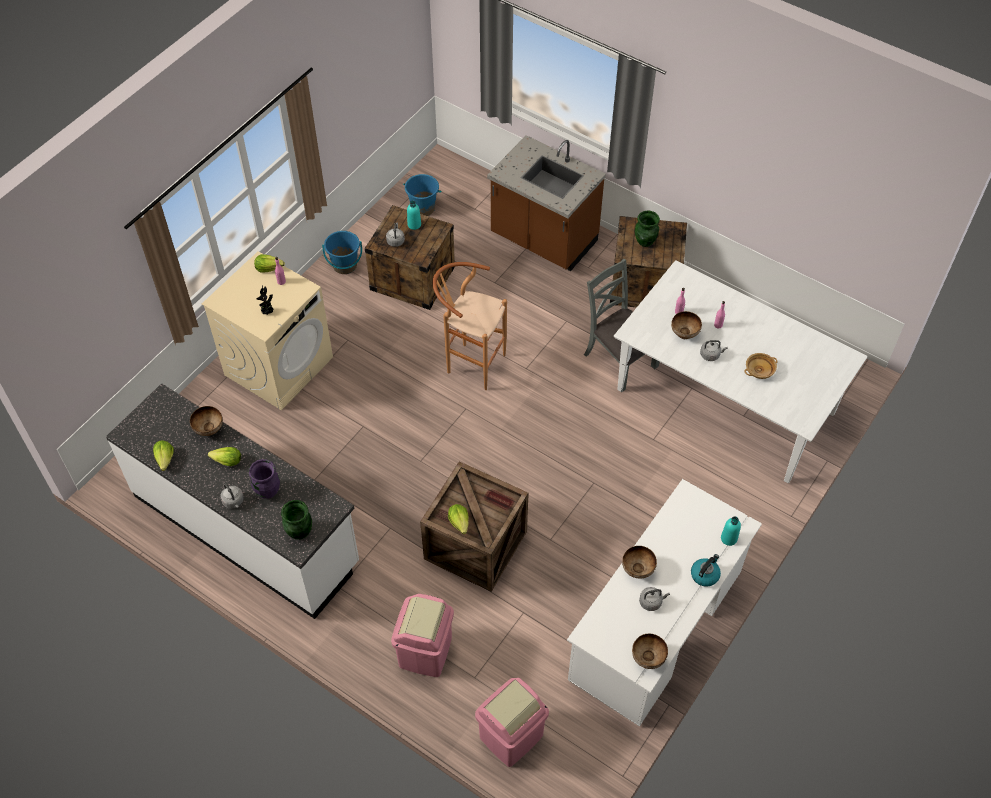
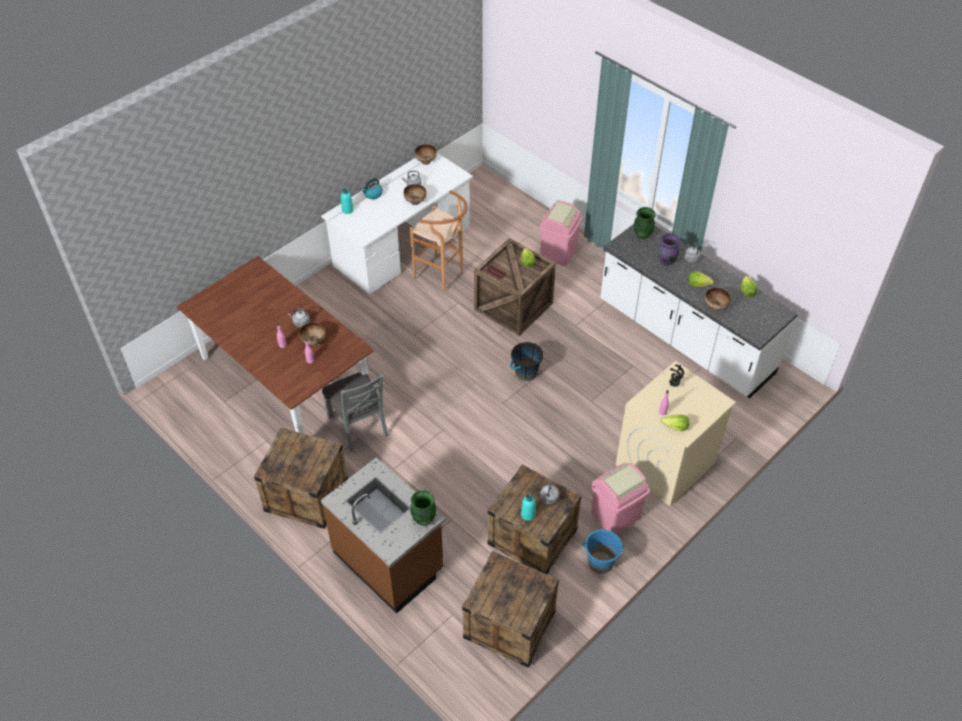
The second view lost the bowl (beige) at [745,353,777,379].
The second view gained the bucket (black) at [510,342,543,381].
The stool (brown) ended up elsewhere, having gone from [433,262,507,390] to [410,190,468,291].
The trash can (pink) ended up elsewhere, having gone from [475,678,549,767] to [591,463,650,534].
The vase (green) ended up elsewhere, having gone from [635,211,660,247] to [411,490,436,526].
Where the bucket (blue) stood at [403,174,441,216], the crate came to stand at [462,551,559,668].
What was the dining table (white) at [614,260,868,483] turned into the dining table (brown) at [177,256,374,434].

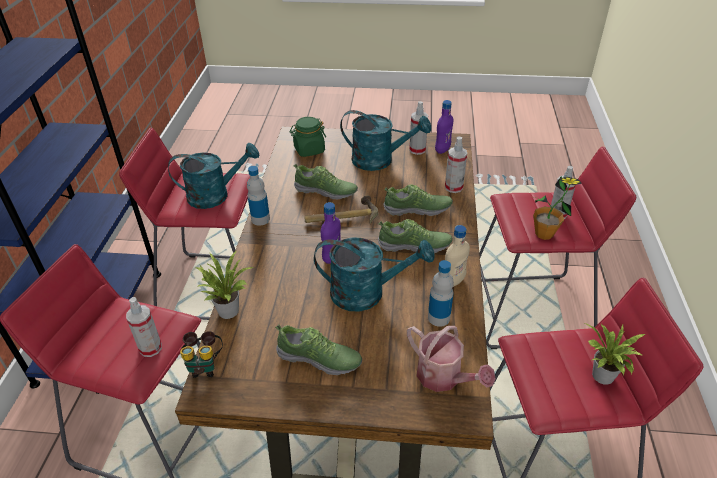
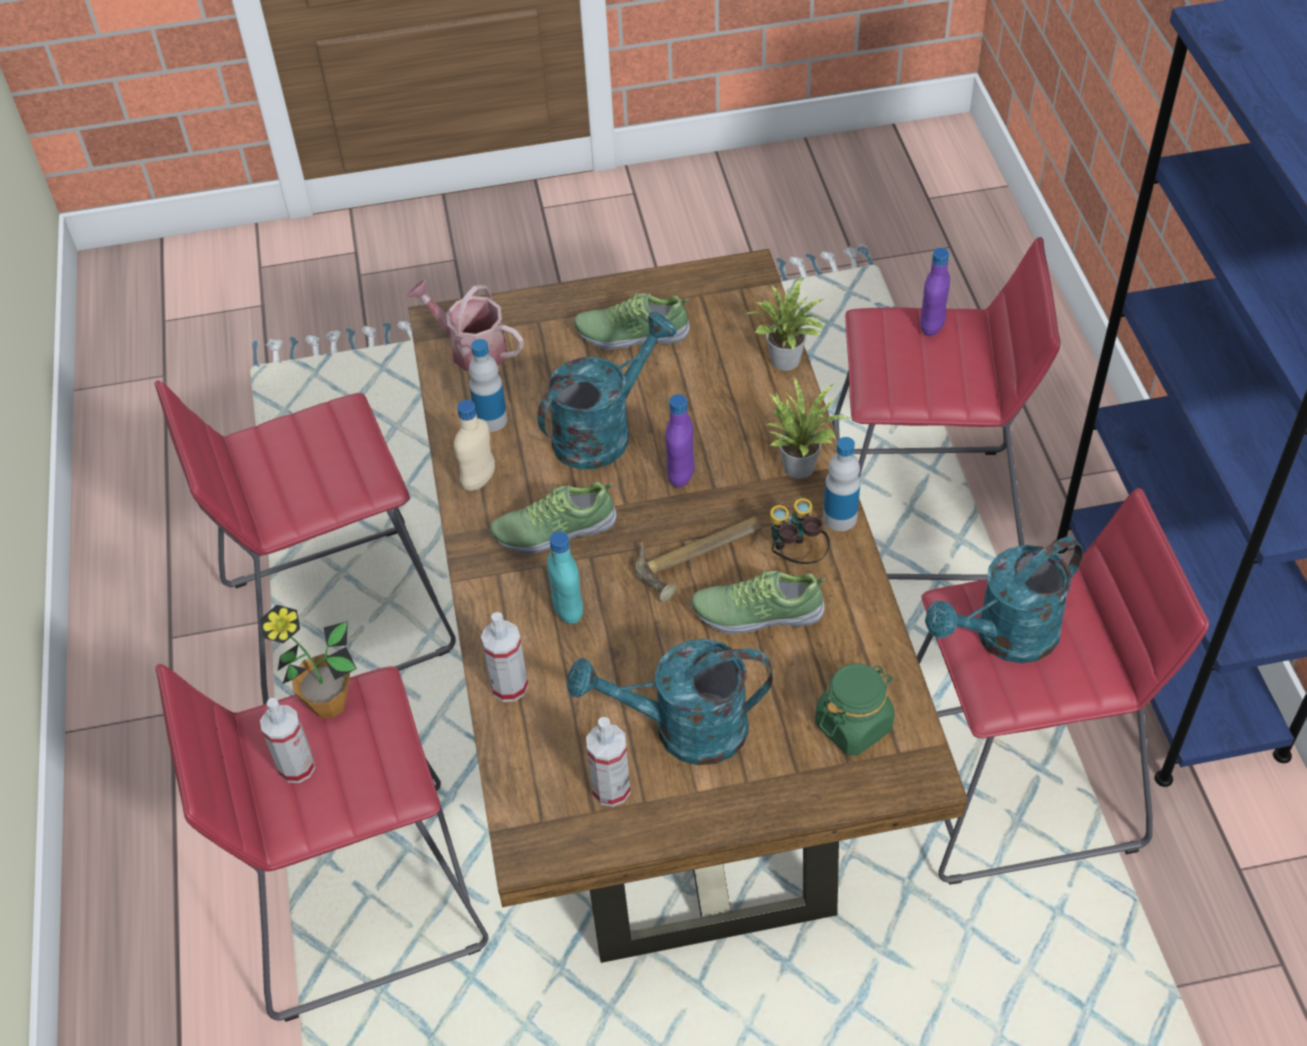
The second view lost the spray bottle at [126,297,162,357].
The binoculars ended up elsewhere, having gone from [180,331,223,378] to [770,498,830,564].
The bottle (purple) ended up elsewhere, having gone from [435,100,453,154] to [920,248,950,336].
The potted plant ended up elsewhere, having gone from [585,323,645,385] to [766,377,850,479].
Where the shoe stood at [383,184,453,216], the bottle (turquoise) came to stand at [547,531,583,624].
The watering can (turquoise) at [314,237,435,312] ended up facing another way, 150 degrees clockwise from before.

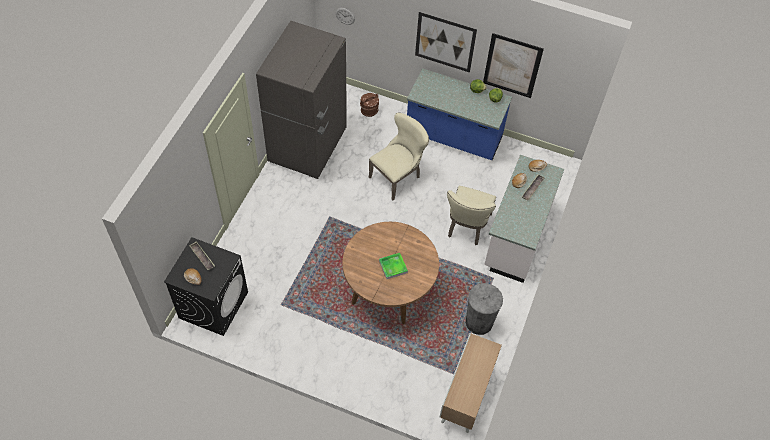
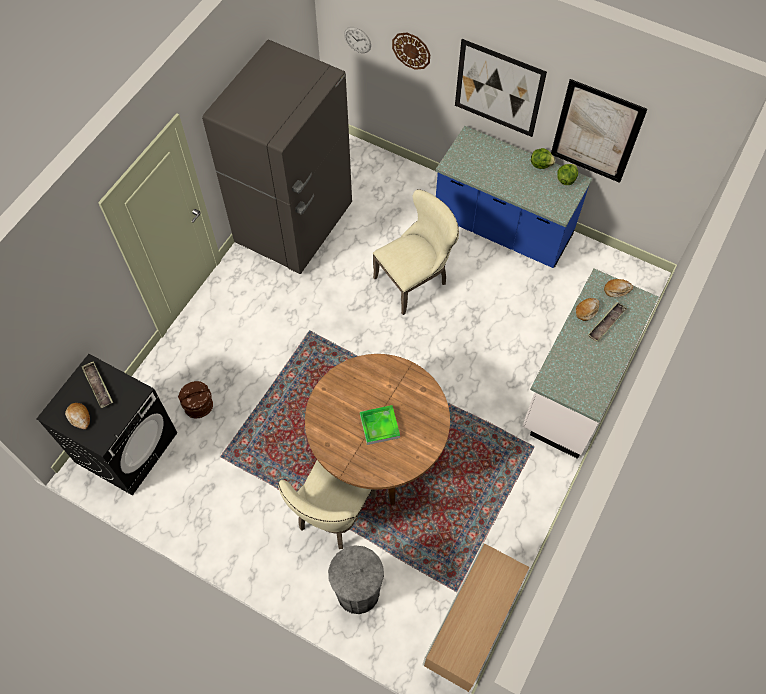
The second view gained the wall clock at [392,32,430,70].
The bucket (brown) ended up elsewhere, having gone from [360,93,379,117] to [178,381,213,418].
The chair (beige) ended up elsewhere, having gone from [447,186,496,245] to [278,460,377,549].
The trash can (grey) ended up elsewhere, having gone from [465,283,503,335] to [328,545,384,614].

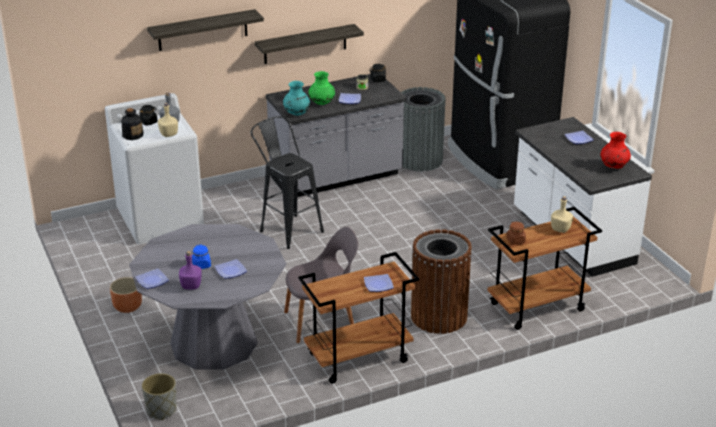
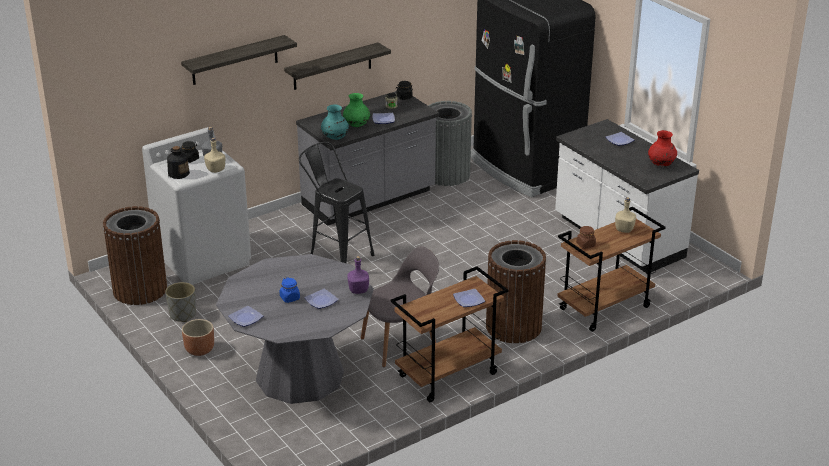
The second view gained the trash can (brown) at [103,206,167,305].
The planter (grey) ended up elsewhere, having gone from [142,373,176,420] to [165,282,196,322].
The bottle (purple) ended up elsewhere, having gone from [179,251,202,290] to [347,256,369,294].

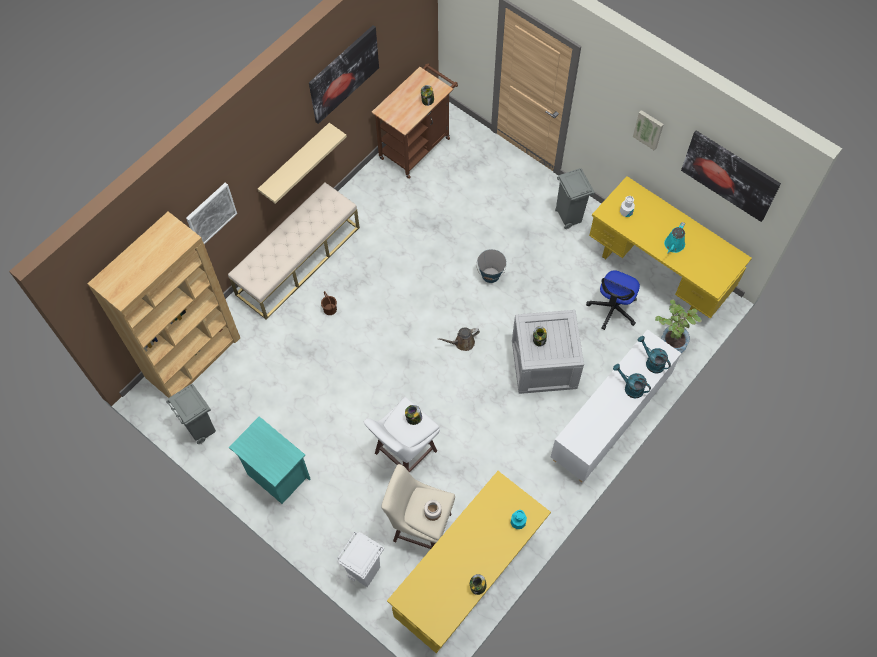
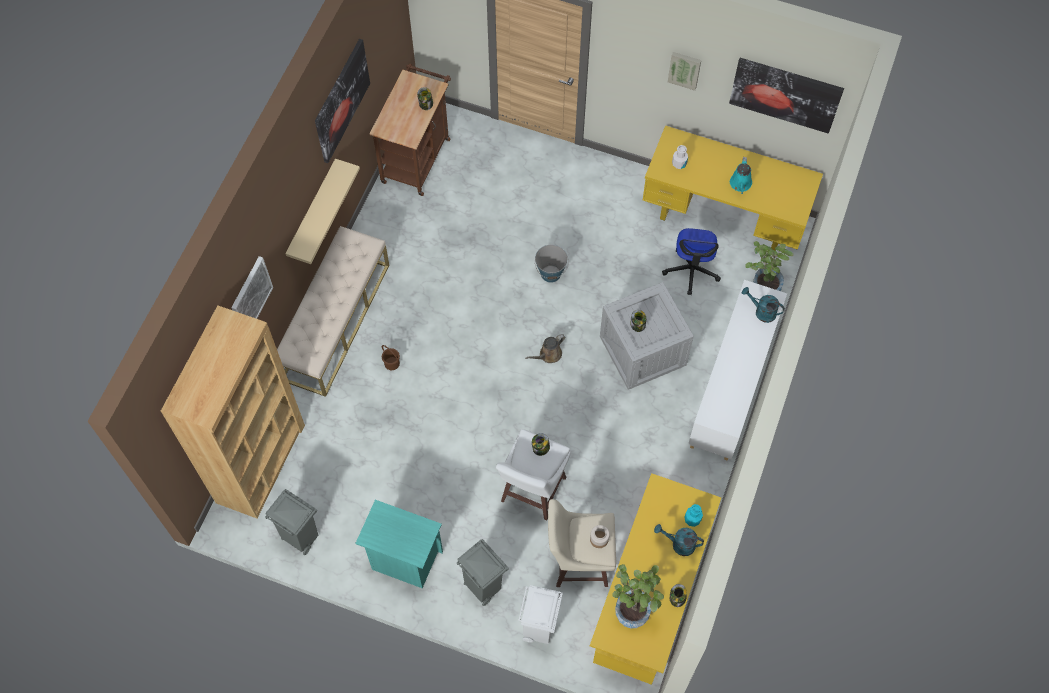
The second view gained the potted plant at [613,564,664,628].
The trash can (grey) ended up elsewhere, having gone from [555,168,595,229] to [456,539,509,606].
The watering can (turquoise) ended up elsewhere, having gone from [613,364,651,398] to [654,524,704,556].

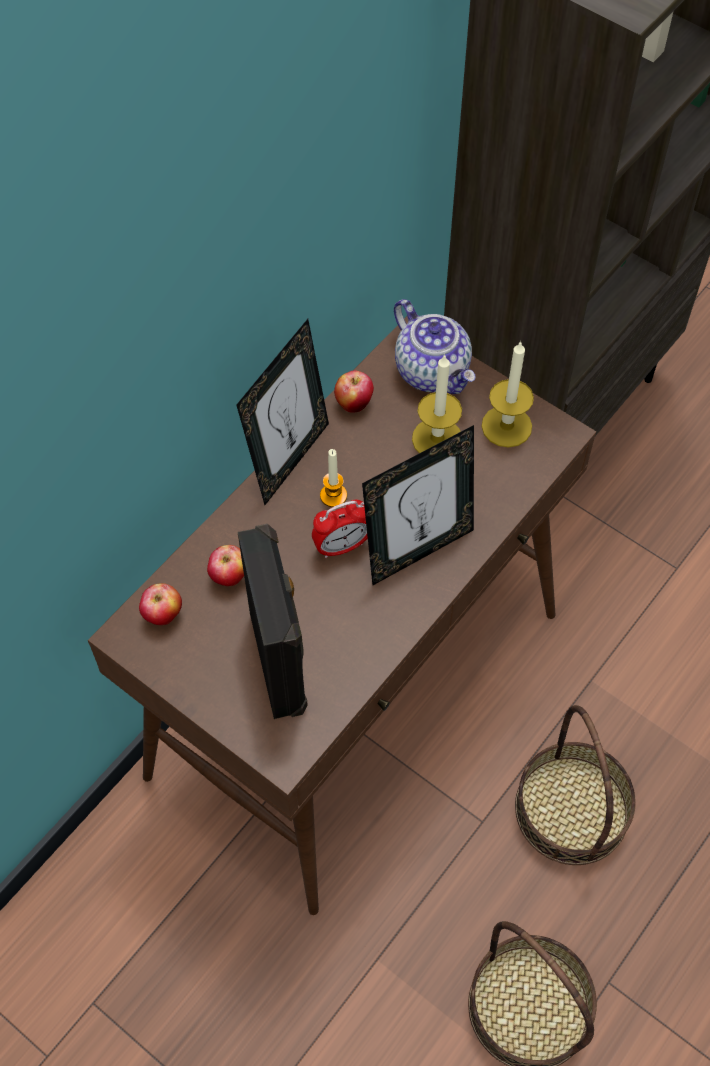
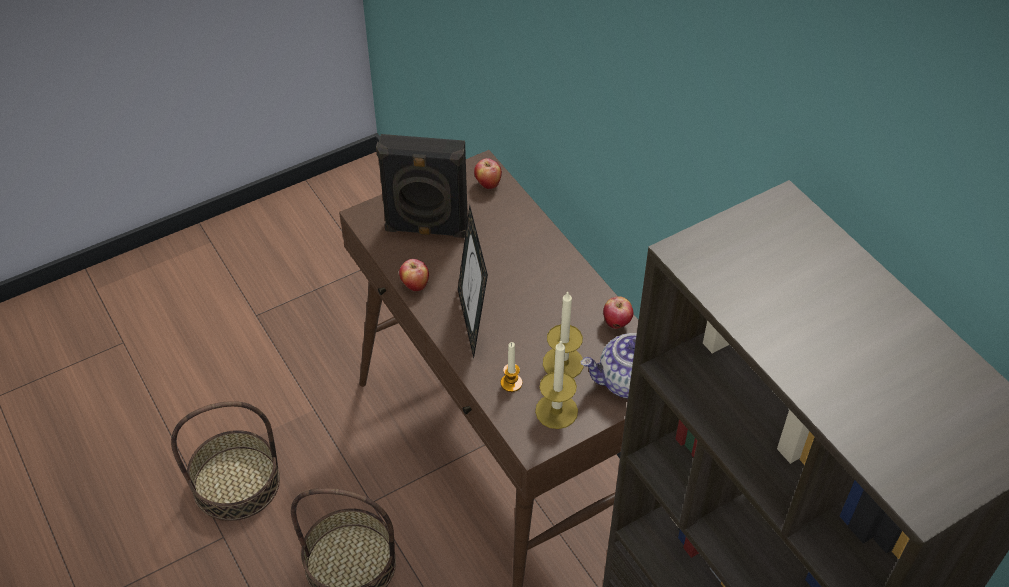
The second view lost the picture frame at [236,319,329,505].
The second view lost the alarm clock at [312,500,368,558].
The apple ended up elsewhere, having gone from [207,545,244,586] to [399,259,429,291].
The candle ended up elsewhere, having gone from [320,449,347,507] to [501,342,522,392].

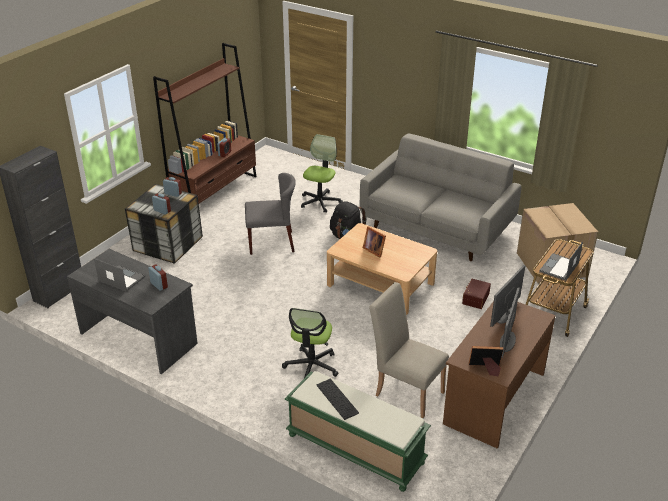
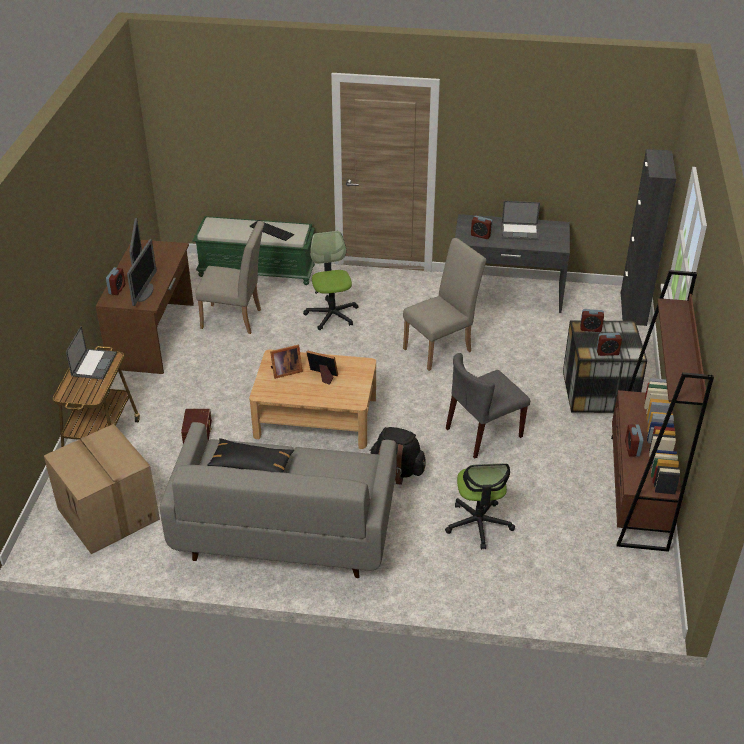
The second view gained the alarm clock at [106,267,125,295].
The second view gained the pillow (black) at [207,438,294,473].
The second view gained the chair (beige) at [403,238,486,371].
The picture frame ended up elsewhere, having gone from [469,346,503,376] to [270,345,303,379].

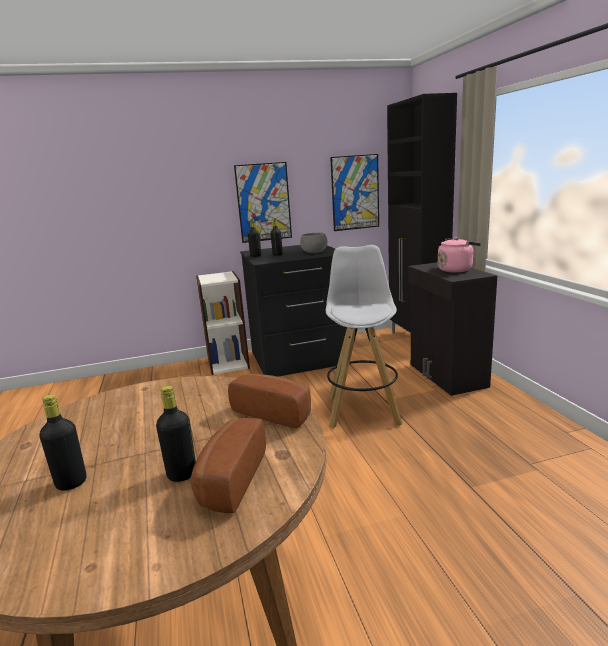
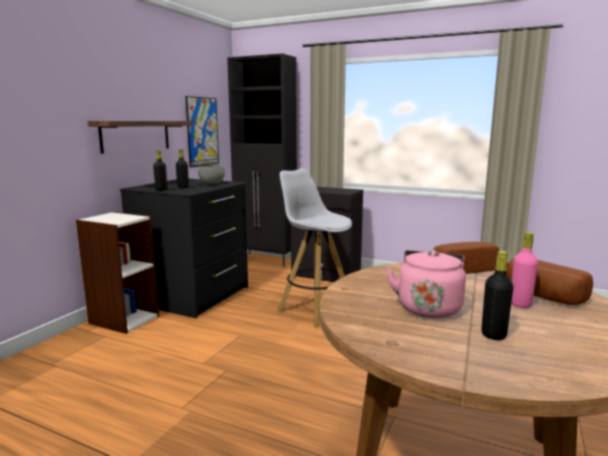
The kettle (pink) ended up elsewhere, having gone from [438,237,481,273] to [386,250,466,318].
Where the picture hung at [234,162,292,243], the shelf came to hang at [87,121,193,154].
What was the bottle (black) at [156,386,196,482] turned into the bottle (pink) at [511,232,538,308].

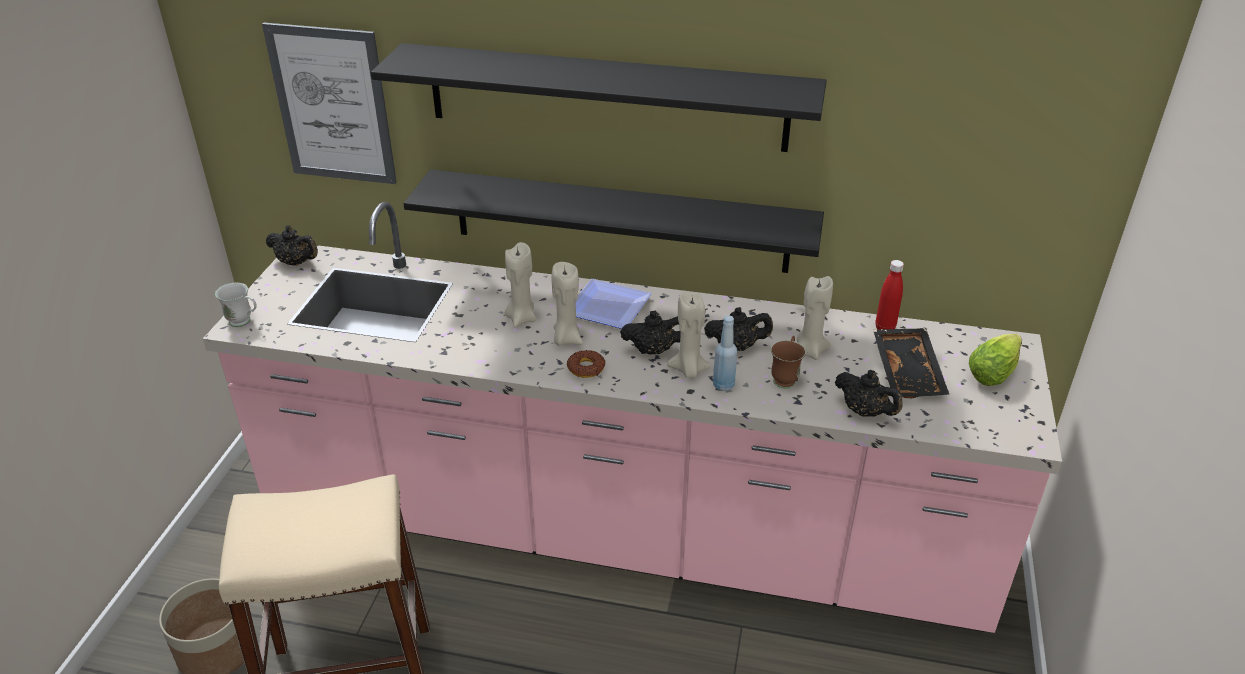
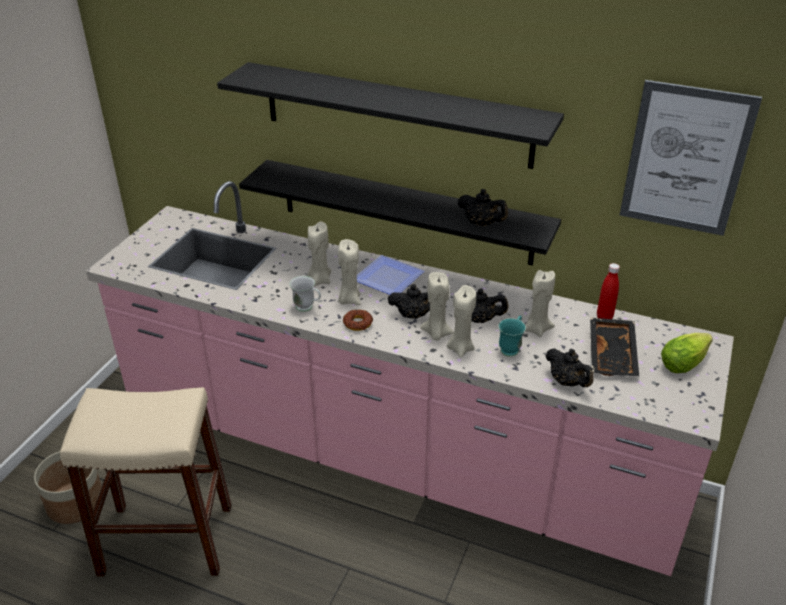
The mug (white) ended up elsewhere, having gone from [215,283,257,327] to [290,276,321,312].
The picture ended up elsewhere, having gone from [262,23,397,184] to [620,80,762,236].
The teapot (black) ended up elsewhere, having gone from [266,225,318,266] to [457,189,508,226].
Where the bottle (blue) stood at [713,315,737,391], the candle (beige) came to stand at [447,285,476,358].
What was the mug (brown) at [771,336,805,389] turned into the mug (turquoise) at [498,315,526,357].

